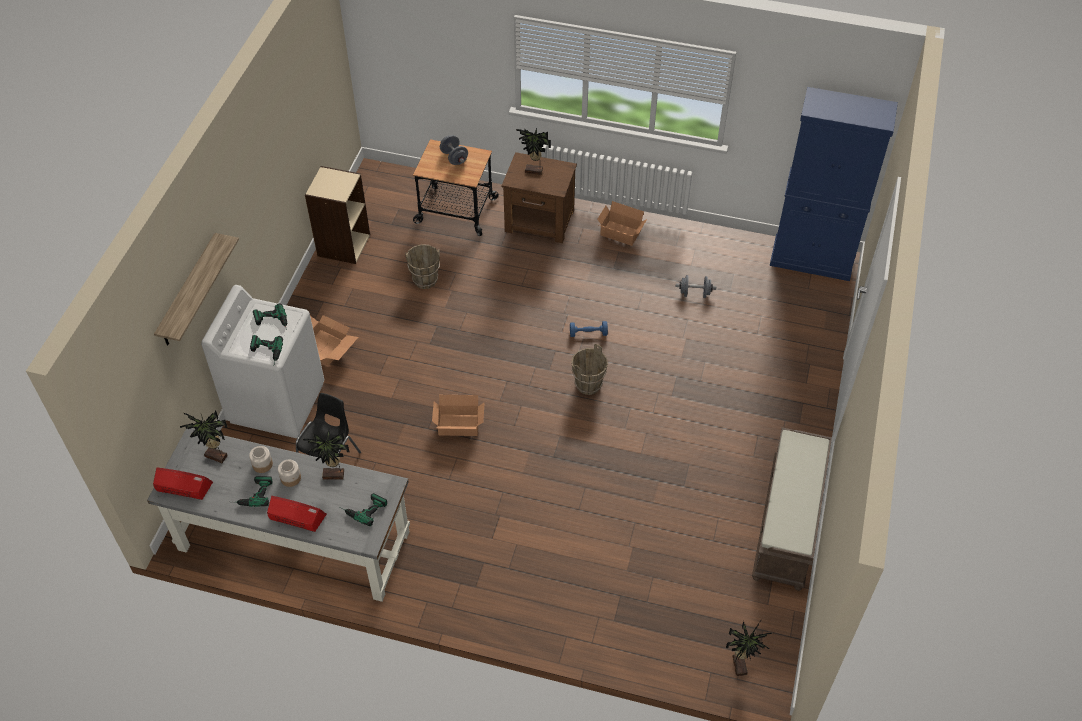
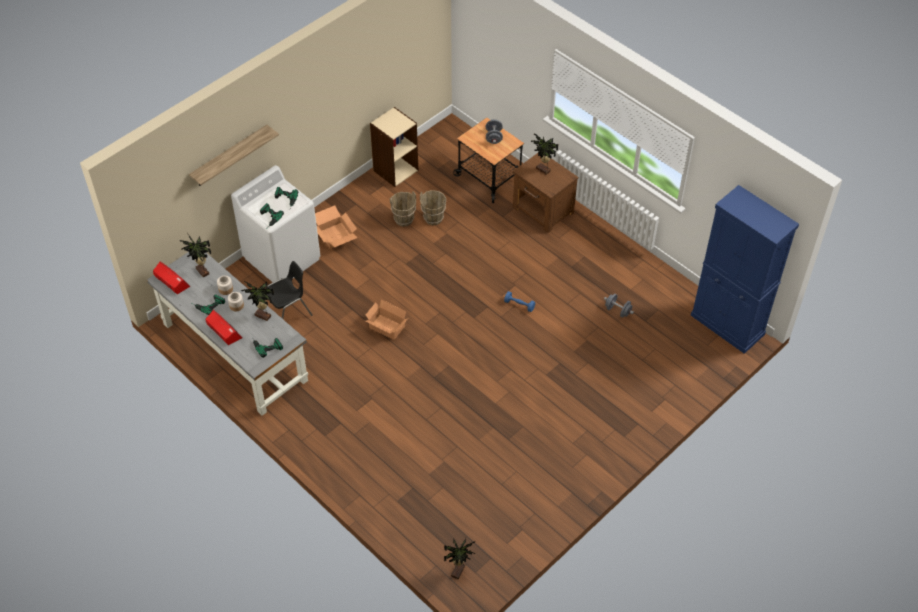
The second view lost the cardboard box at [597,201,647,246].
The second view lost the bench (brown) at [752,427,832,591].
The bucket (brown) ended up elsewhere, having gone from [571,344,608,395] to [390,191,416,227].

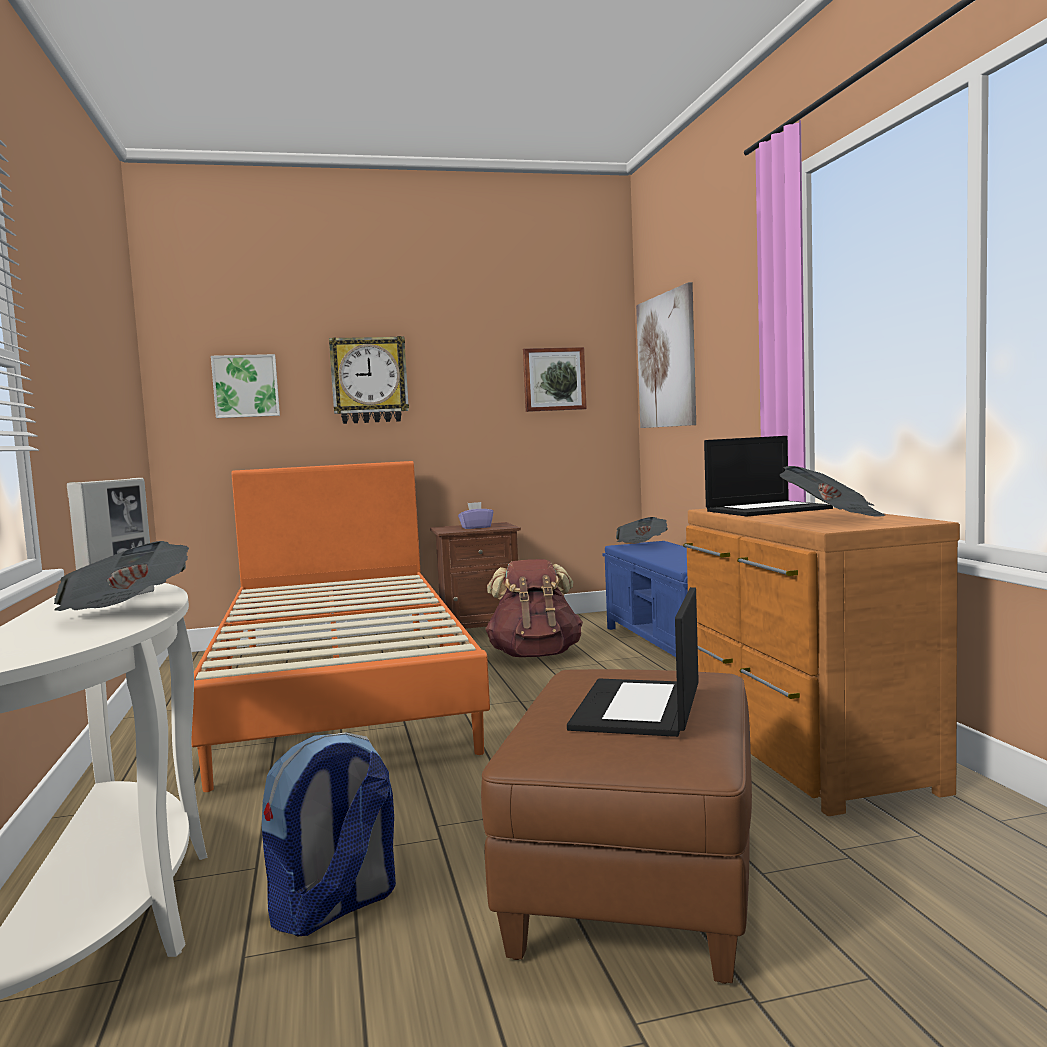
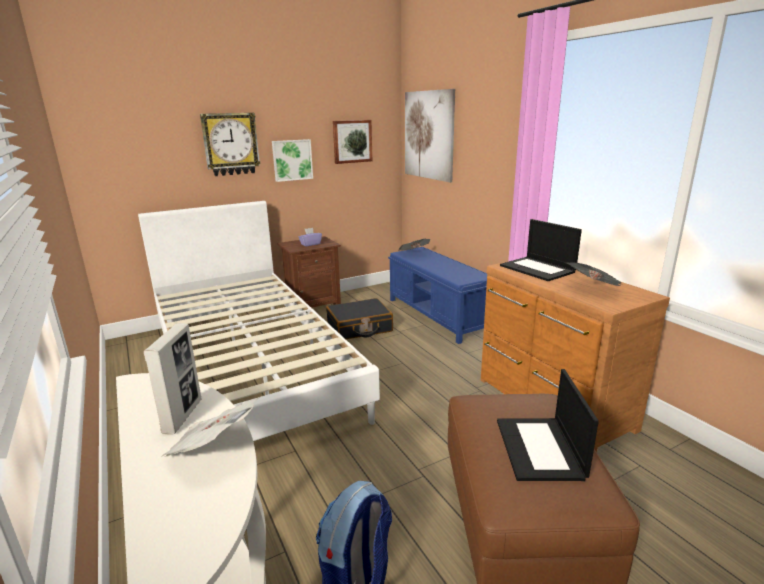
The picture ended up elsewhere, having gone from [211,354,280,418] to [272,139,313,182].
Where the backpack (brown) stood at [485,559,583,657], the suitcase (black) came to stand at [326,298,393,339].
What was the bed (orange) at [191,461,490,792] turned into the bed (white) at [138,201,380,441].
The laptop at [704,436,833,516] ended up facing another way, 90 degrees clockwise from before.

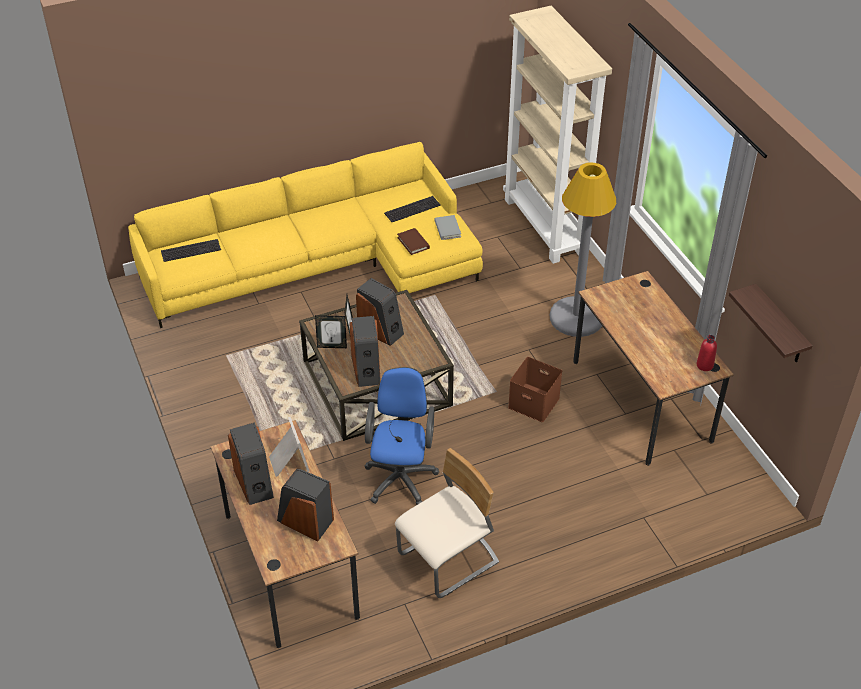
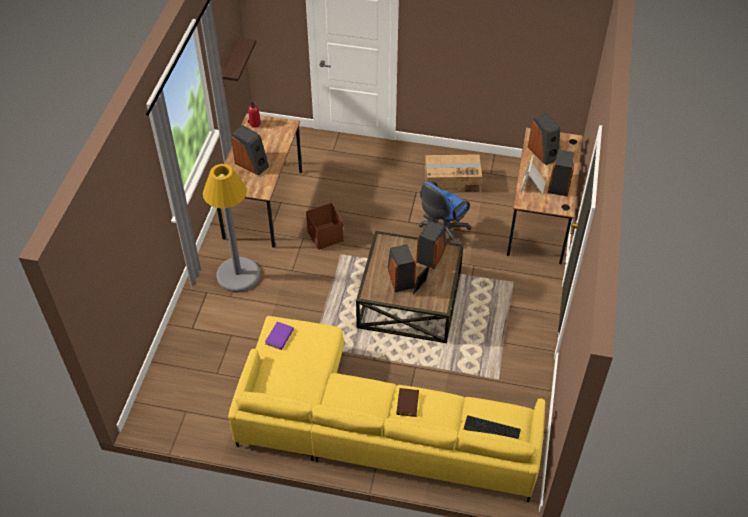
The second view lost the picture frame at [315,315,347,348].
The second view lost the keyboard at [384,196,441,222].
The second view lost the bookcase (beige) at [503,6,612,264].
The second view gained the speaker at [231,125,269,176].
The book (brown) ended up elsewhere, having gone from [397,228,430,255] to [396,388,419,417].
Where the chair (beige) stood at [395,448,499,598], the cardboard box came to stand at [425,154,482,193].
What was the book (grey) at [434,215,461,240] turned into the book (purple) at [265,322,294,350].

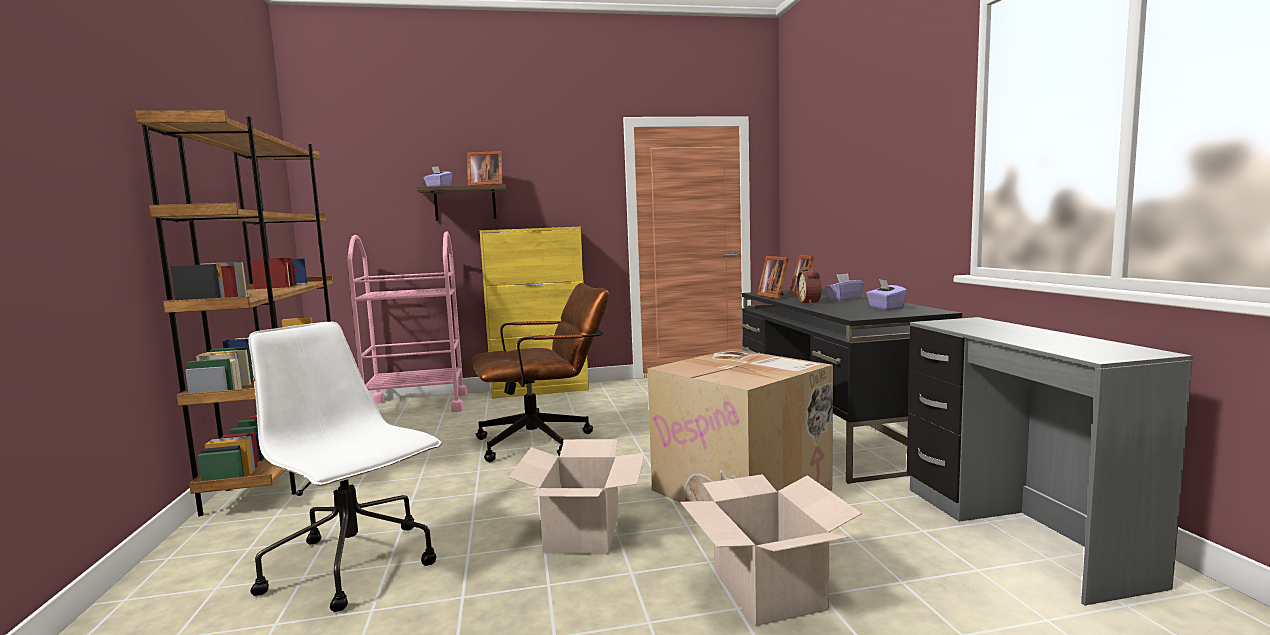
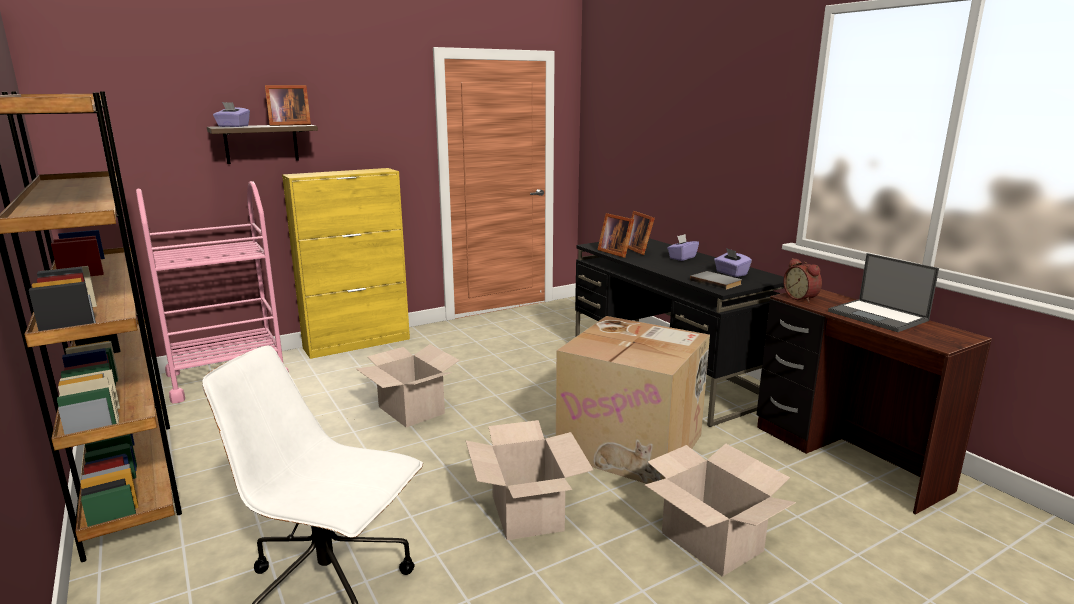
The second view gained the book (grey) at [690,271,742,290].
The second view gained the laptop at [828,253,939,332].
The alarm clock ended up elsewhere, having gone from [796,267,822,304] to [783,258,822,303].
Where the office chair (brown) stood at [471,283,609,462], the cardboard box came to stand at [356,344,460,427].
What was the desk (grey) at [907,317,1193,606] turned into the desk (brown) at [756,289,992,515].

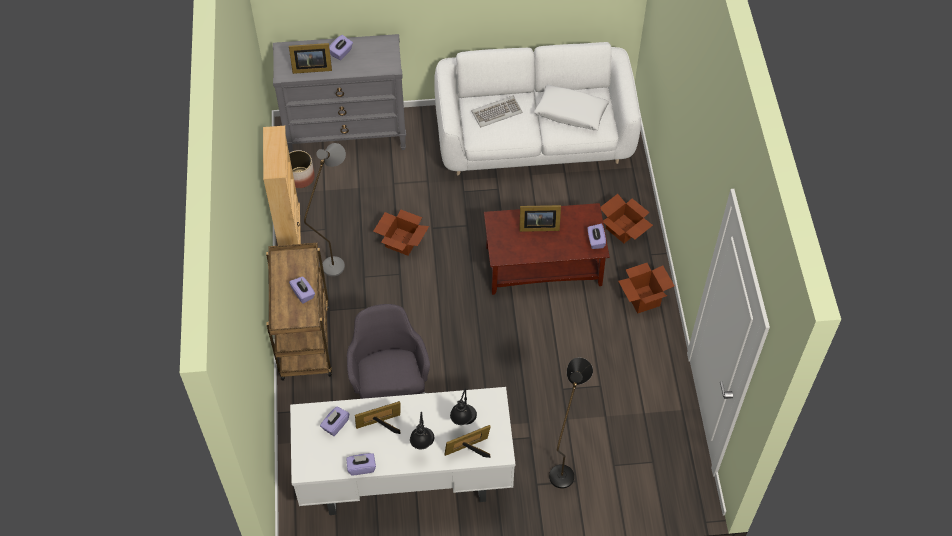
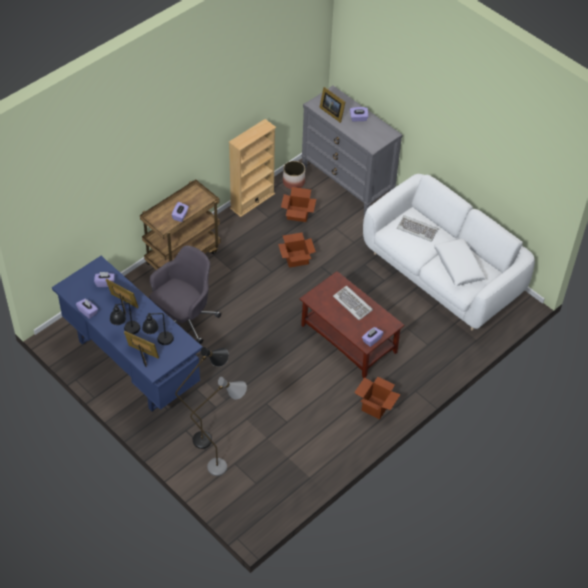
The floor lamp (grey) ended up elsewhere, having gone from [304,143,346,276] to [190,377,247,476].
The cardboard box ended up elsewhere, having gone from [601,194,653,243] to [281,187,316,222].
Where the picture frame stood at [519,205,561,232], the keyboard came to stand at [333,286,373,320].
What was the desk (white) at [290,387,515,515] turned into the desk (blue) at [52,256,203,411].

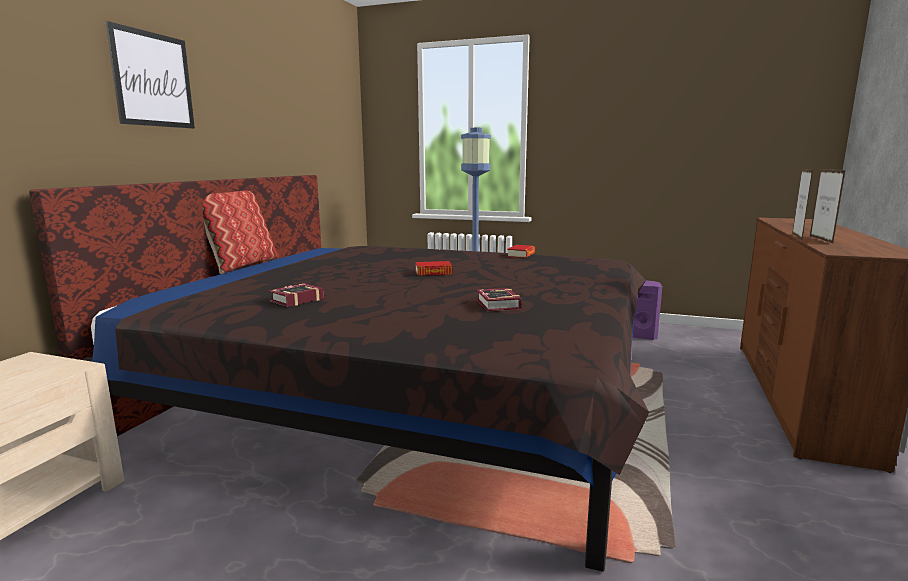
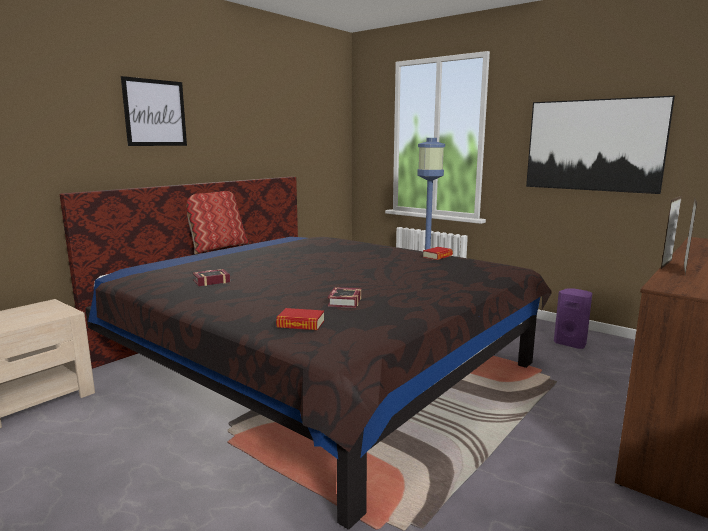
The second view gained the picture at [526,96,675,194].
The book ended up elsewhere, having gone from [416,261,452,276] to [276,308,324,330].

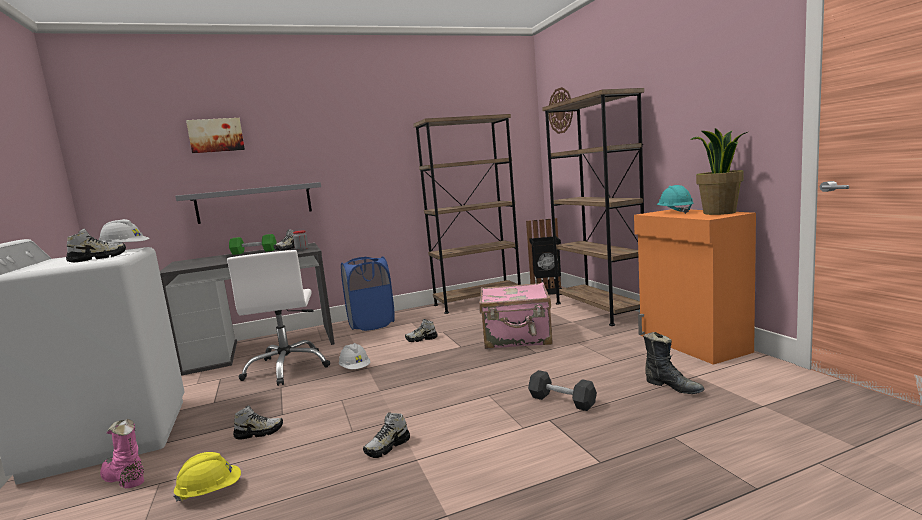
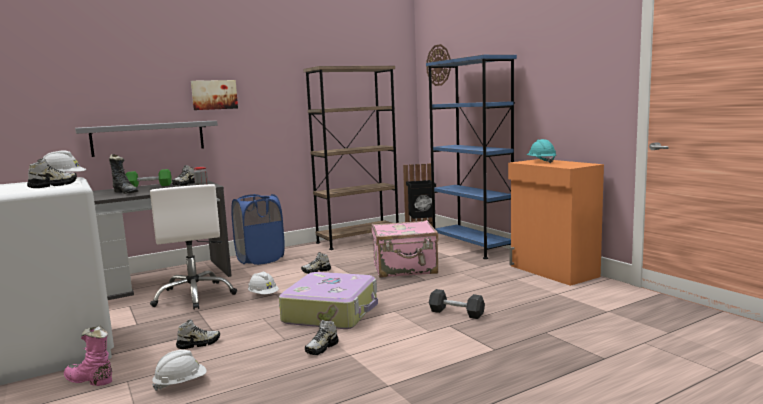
The second view lost the potted plant at [690,128,748,215].
The second view gained the suitcase at [279,272,378,329].
The picture ended up elsewhere, having gone from [186,118,245,153] to [191,80,238,110].
The boot (black) ended up elsewhere, having gone from [643,332,705,394] to [109,154,139,194].
What was the hard hat (yellow) at [173,452,241,501] turned into the hard hat (white) at [152,350,207,391].
What was the bookcase (brown) at [542,88,644,326] turned into the bookcase (blue) at [426,55,517,259].

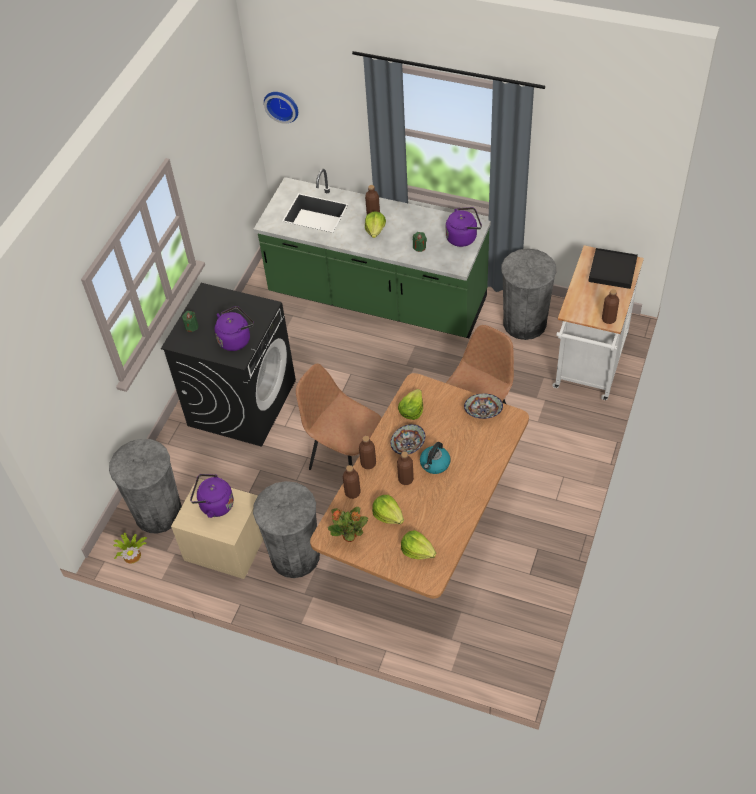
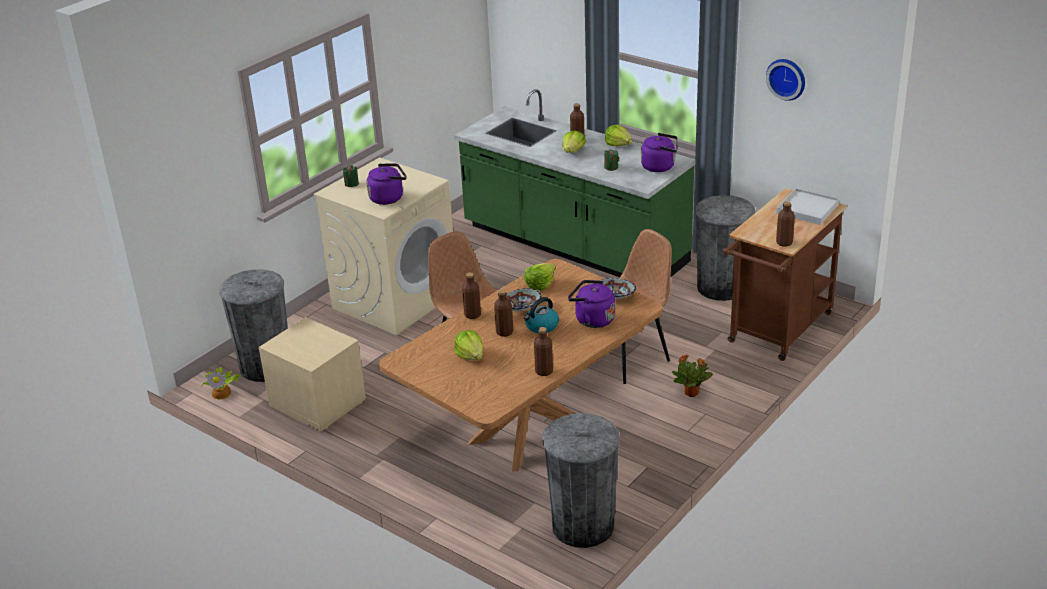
The kettle (purple) ended up elsewhere, having gone from [190,474,234,518] to [568,280,615,328].
The trash can (grey) ended up elsewhere, having gone from [253,481,320,578] to [542,413,620,548].
The wall clock ended up elsewhere, having gone from [264,92,298,124] to [766,59,805,101].
The potted plant ended up elsewhere, having gone from [328,507,368,542] to [672,355,713,397].
The bottle (brown) ended up elsewhere, having gone from [343,465,361,499] to [534,327,553,376].
The lettuce ended up elsewhere, having gone from [401,530,436,560] to [605,124,632,146].
What was the washing machine (black) at [161,283,296,447] turned into the washing machine (beige) at [314,157,453,335].
What was the cart (white) at [552,245,644,400] turned into the cart (brown) at [723,188,847,361].
What was the tray (black) at [588,248,638,289] turned into the tray (white) at [776,188,839,225].

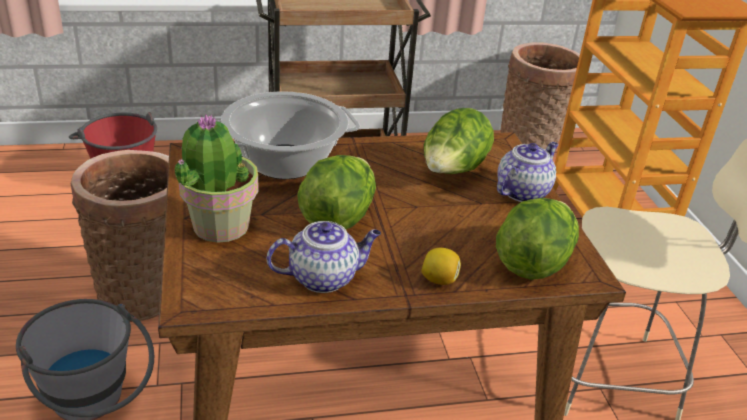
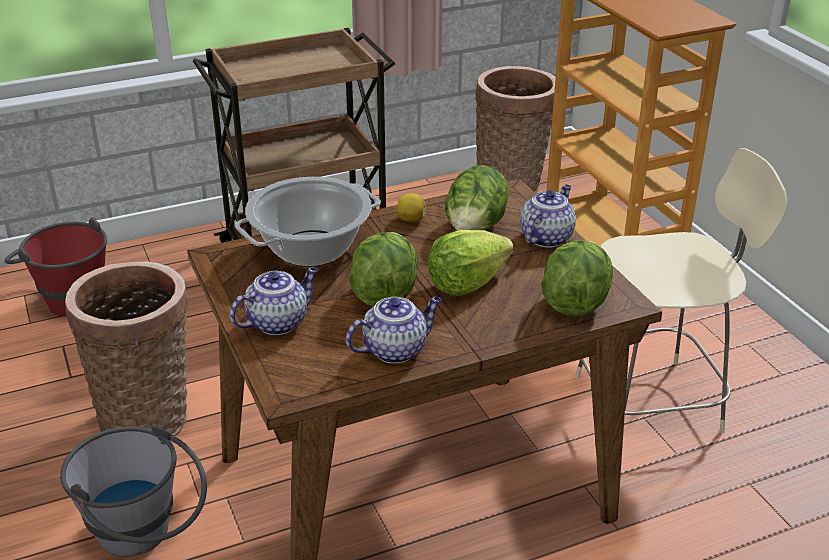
The second view gained the lettuce at [428,230,514,296].
The lemon ended up elsewhere, having gone from [421,248,461,285] to [397,193,426,222].
Where the potted plant stood at [175,114,259,243], the teapot came to stand at [230,267,318,335].

